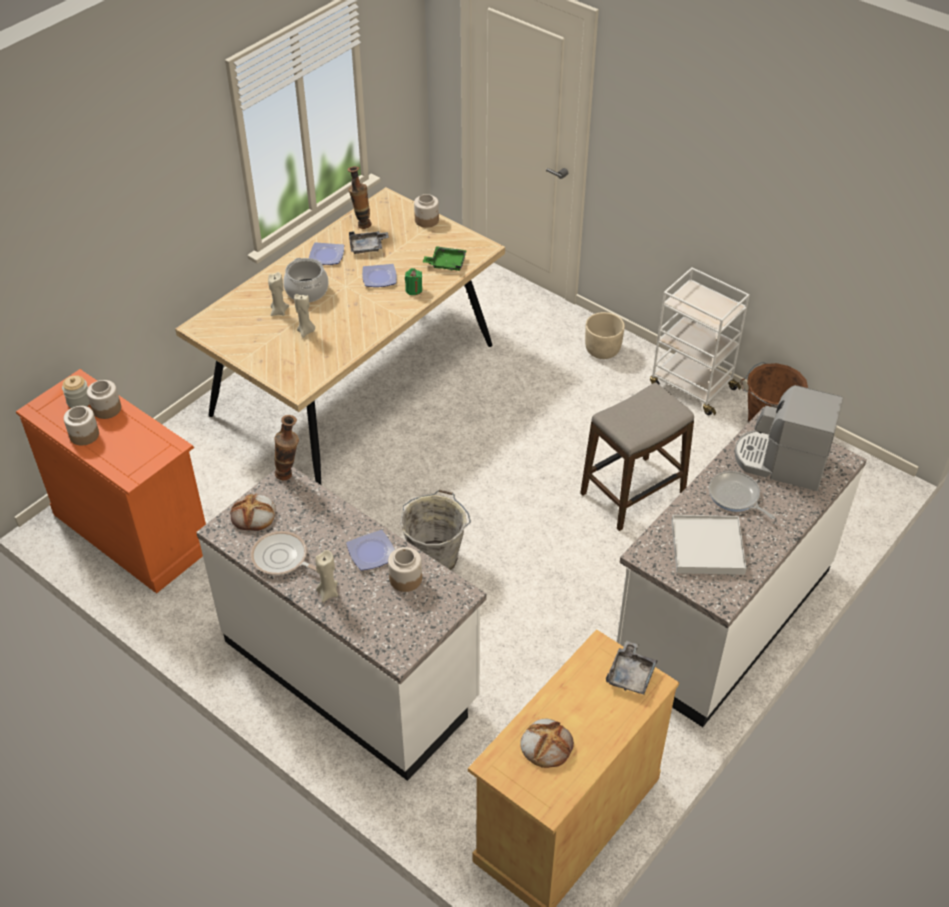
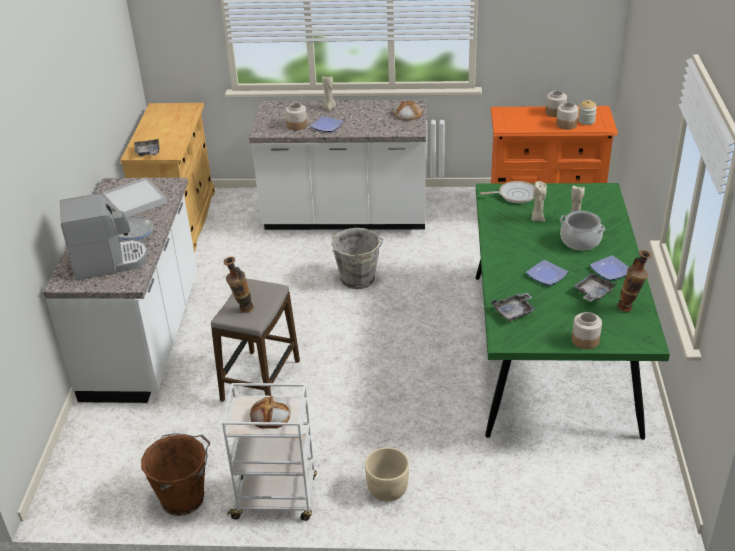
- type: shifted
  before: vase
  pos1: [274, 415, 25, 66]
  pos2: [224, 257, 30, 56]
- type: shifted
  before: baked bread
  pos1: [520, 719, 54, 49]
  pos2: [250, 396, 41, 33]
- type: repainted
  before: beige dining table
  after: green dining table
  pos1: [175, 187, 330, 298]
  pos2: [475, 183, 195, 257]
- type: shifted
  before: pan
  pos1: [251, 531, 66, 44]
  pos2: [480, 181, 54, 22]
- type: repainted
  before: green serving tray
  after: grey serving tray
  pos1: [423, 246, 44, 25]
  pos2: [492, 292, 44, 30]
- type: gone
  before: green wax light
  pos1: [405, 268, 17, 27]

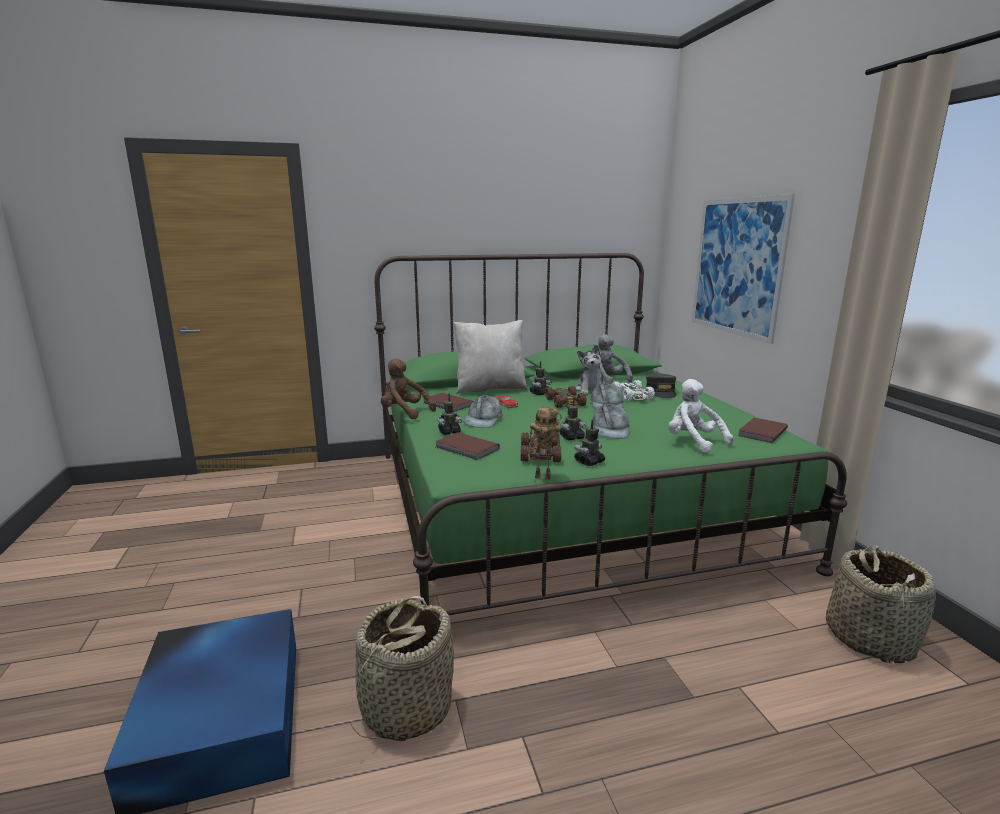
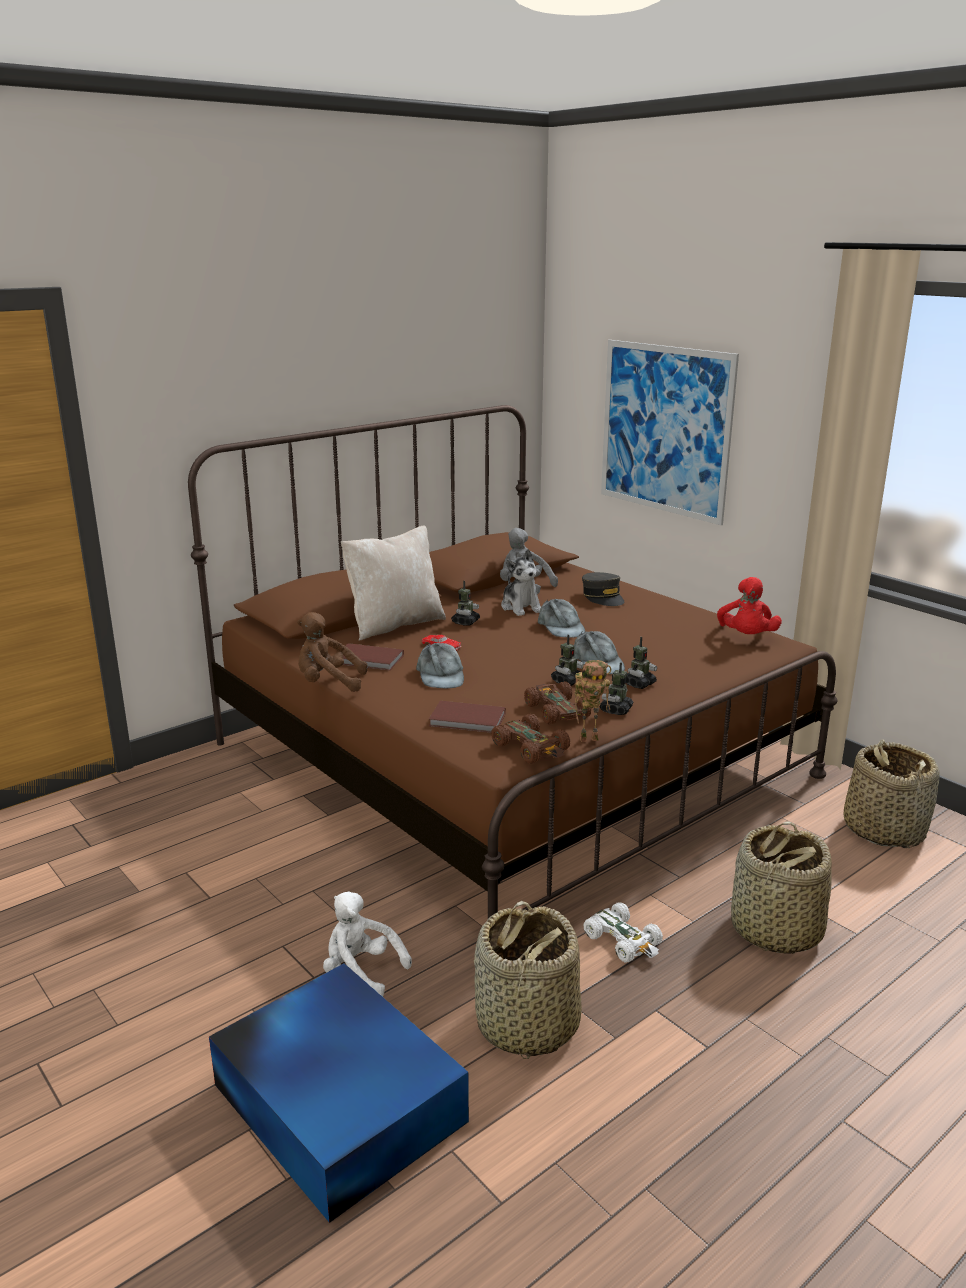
- type: repainted
  before: green bed
  after: brown-coloured bed
  pos1: [374, 253, 473, 362]
  pos2: [188, 405, 649, 514]
- type: shifted
  before: white soft toy
  pos1: [668, 379, 65, 74]
  pos2: [323, 891, 89, 106]
- type: shifted
  before: brown-coloured miniature car
  pos1: [545, 386, 42, 22]
  pos2: [491, 714, 79, 50]
- type: shifted
  before: white miniature car
  pos1: [612, 380, 43, 21]
  pos2: [583, 902, 80, 60]
- type: shifted
  before: robot figure
  pos1: [438, 393, 24, 42]
  pos2: [626, 637, 31, 52]
- type: swapped
  before: brown-coloured volume
  after: red-coloured soft toy
  pos1: [738, 418, 50, 25]
  pos2: [717, 577, 65, 57]
- type: new
  after: household basket
  pos2: [731, 821, 101, 133]

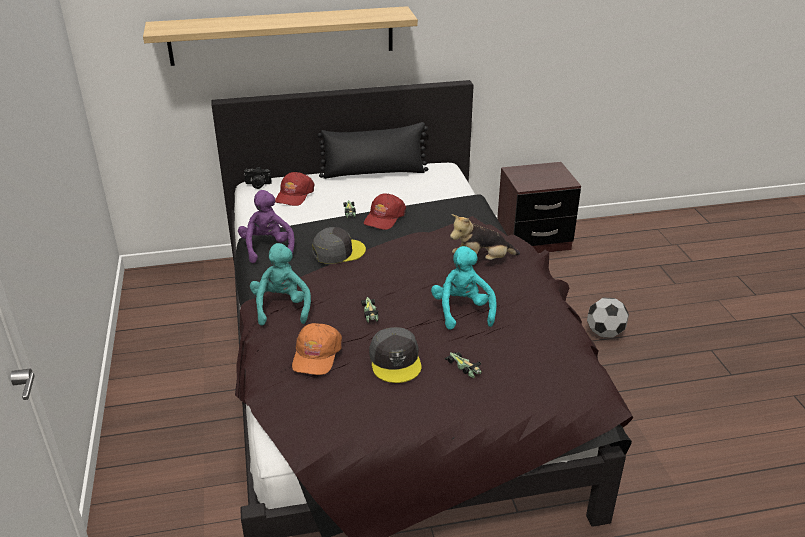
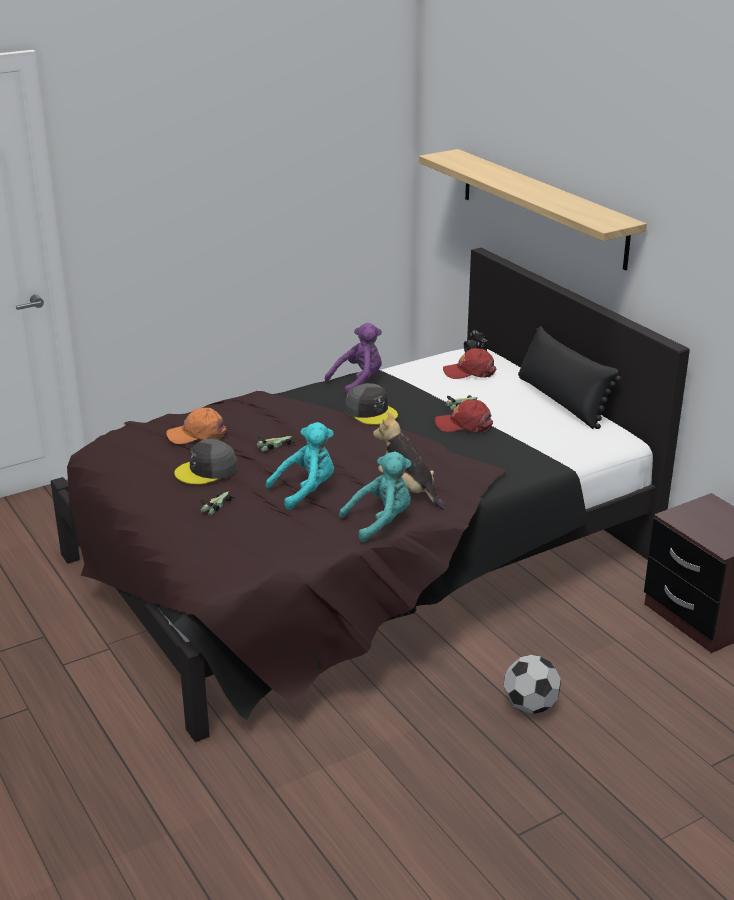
- type: shifted
  before: turquoise-coloured soft toy
  pos1: [250, 243, 61, 82]
  pos2: [339, 452, 73, 90]

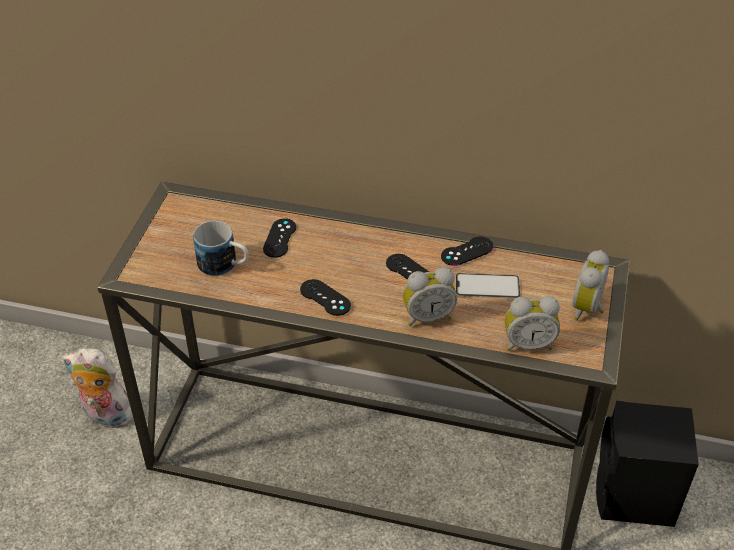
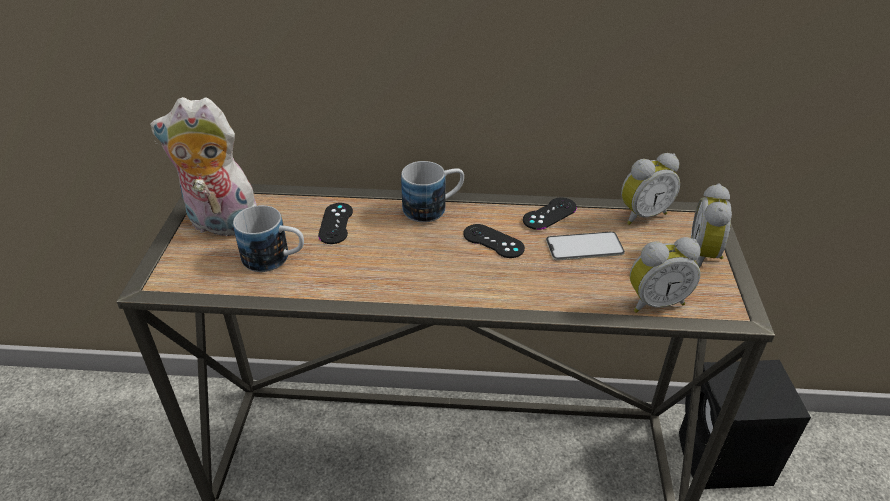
- type: shifted
  before: soft toy
  pos1: [62, 348, 71, 80]
  pos2: [150, 97, 107, 139]
- type: new
  after: coffee mug
  pos2: [401, 161, 63, 62]
- type: shifted
  before: alarm clock
  pos1: [403, 267, 54, 59]
  pos2: [621, 153, 59, 72]
- type: gone
  before: black gamepad
  pos1: [300, 279, 51, 37]

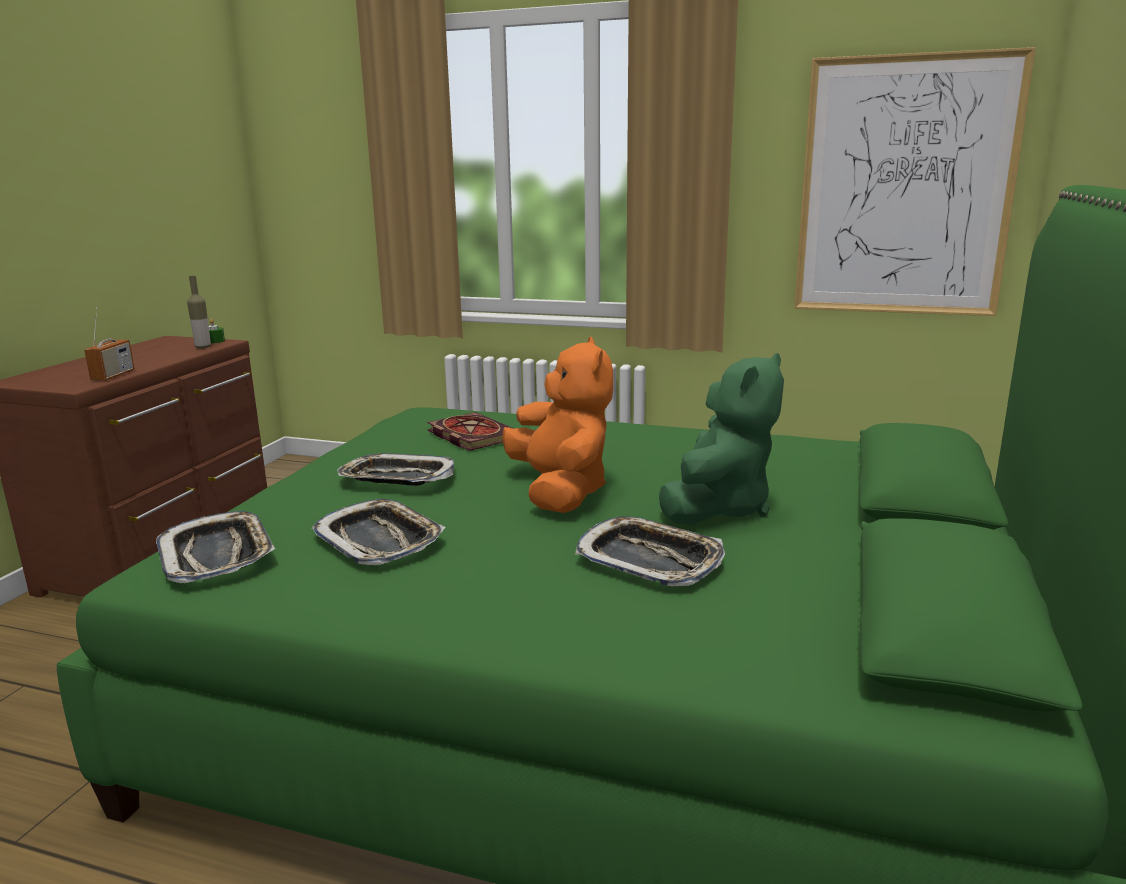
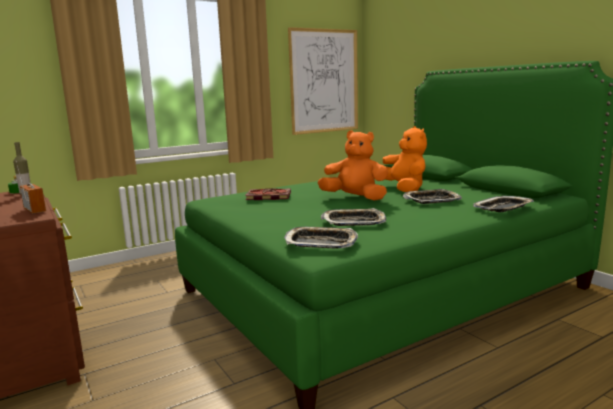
- type: repainted
  before: green soft toy
  after: orange-coloured soft toy
  pos1: [659, 353, 125, 172]
  pos2: [383, 126, 44, 66]
- type: shifted
  before: serving tray
  pos1: [337, 453, 117, 33]
  pos2: [473, 196, 61, 16]

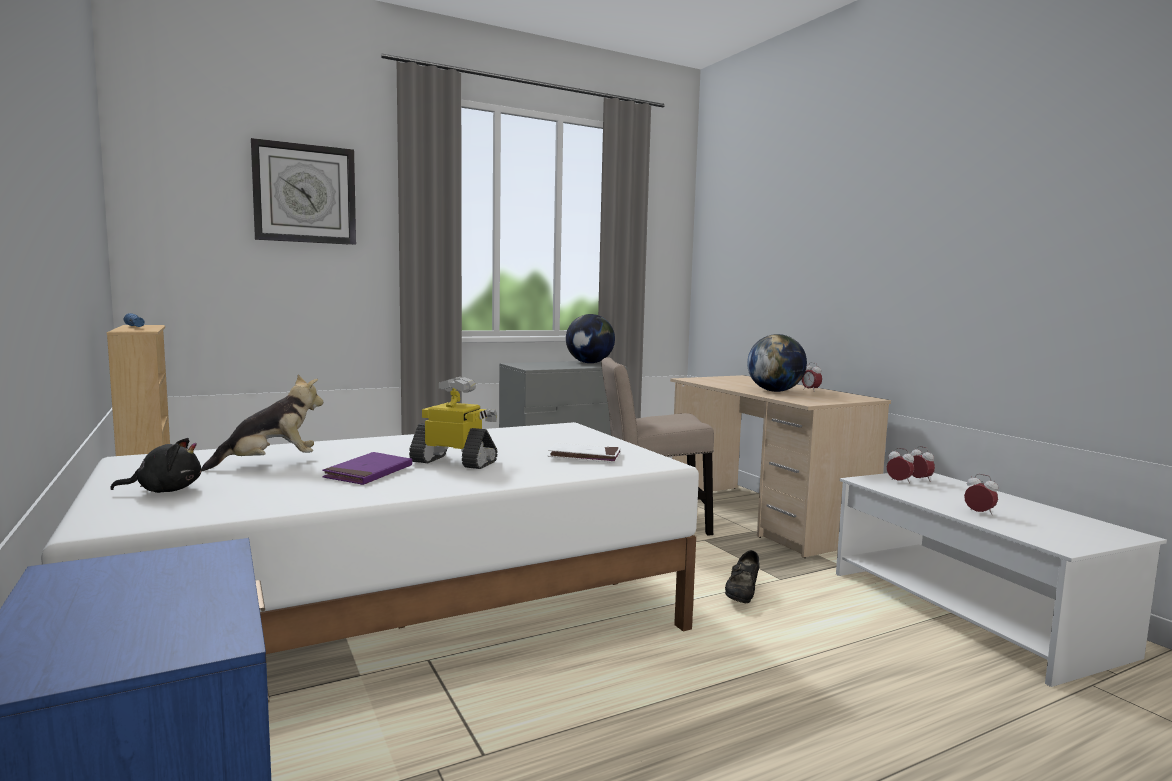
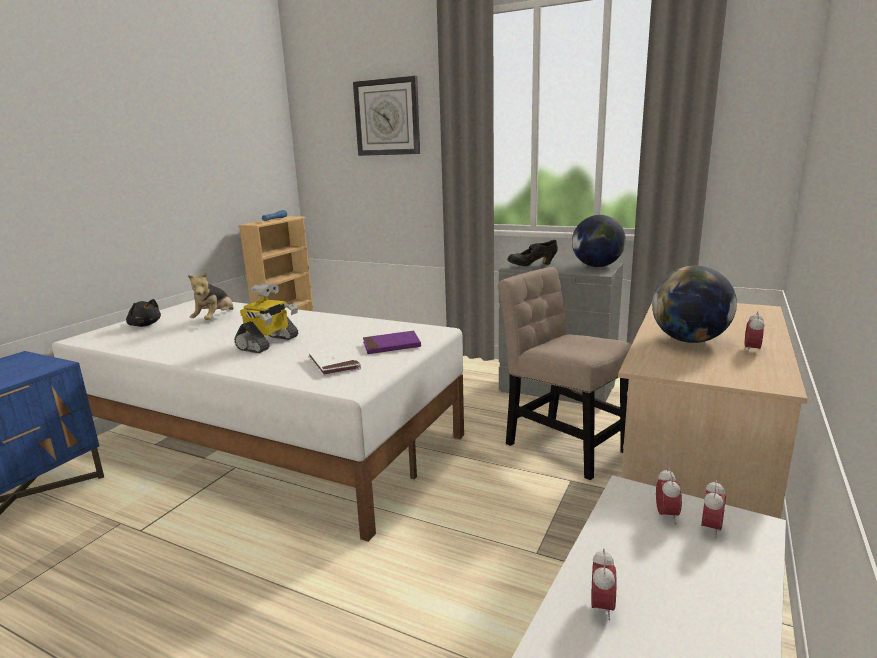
- type: rotated
  before: soft toy
  pos1: [201, 375, 122, 96]
  pos2: [188, 272, 46, 48]
  turn: 75
- type: rotated
  before: robot figure
  pos1: [409, 377, 88, 92]
  pos2: [234, 283, 64, 70]
  turn: 45
- type: shifted
  before: purple volume
  pos1: [322, 452, 90, 33]
  pos2: [363, 331, 58, 23]
- type: shifted
  before: black low shoe
  pos1: [725, 550, 34, 53]
  pos2: [507, 240, 51, 26]

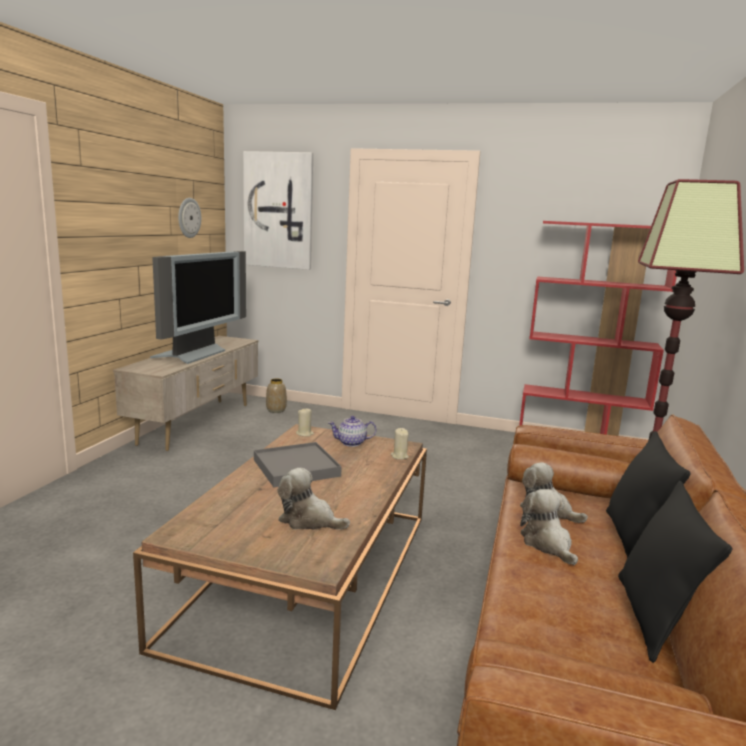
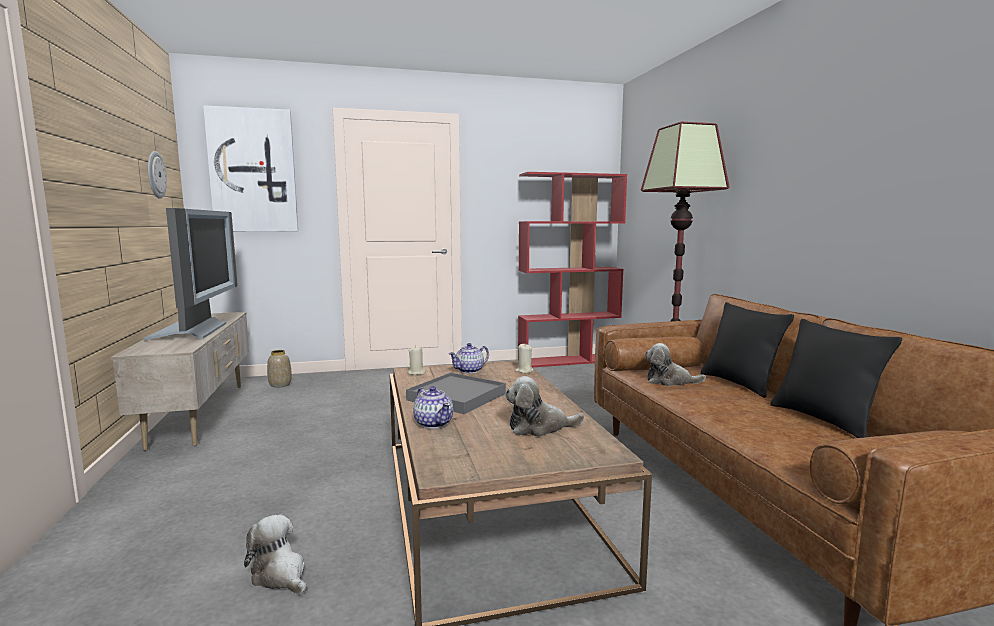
- type: shifted
  before: soft toy
  pos1: [520, 489, 58, 76]
  pos2: [244, 514, 63, 80]
- type: new
  after: pot for tea
  pos2: [413, 386, 40, 43]

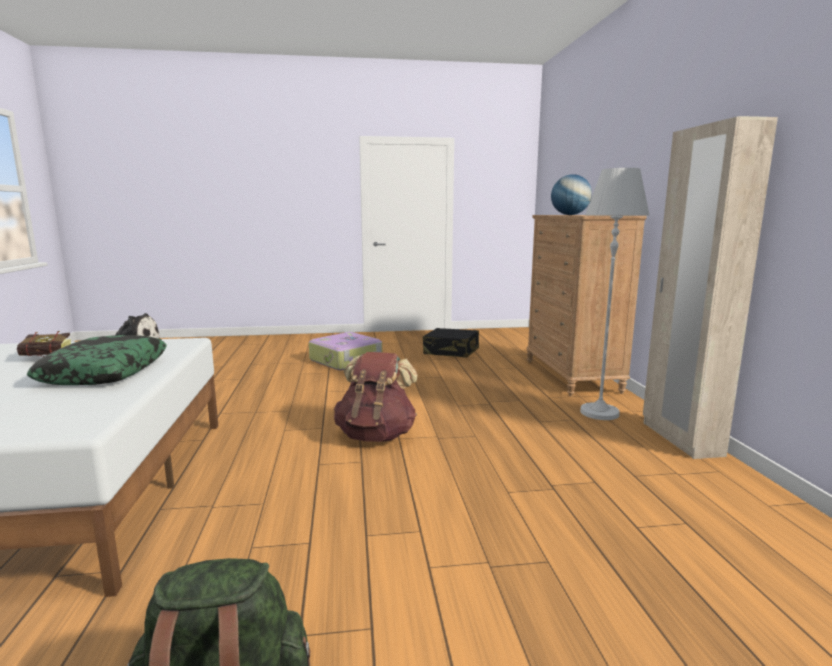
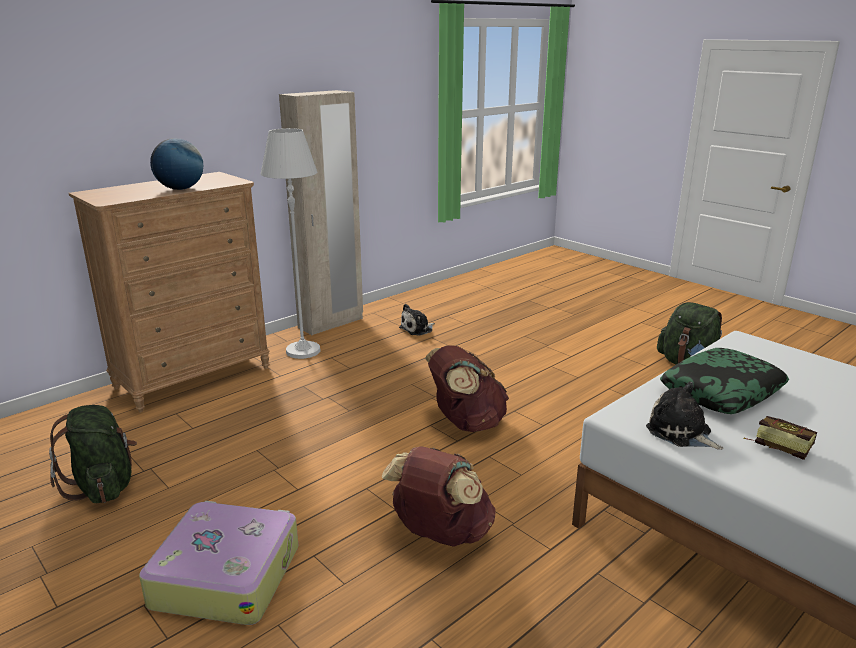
- type: swapped
  before: black travel case
  after: green rucksack
  pos1: [423, 328, 56, 30]
  pos2: [49, 405, 88, 98]
- type: new
  after: brown-coloured rucksack
  pos2: [382, 446, 114, 101]
- type: new
  after: soft toy
  pos2: [399, 304, 36, 32]

